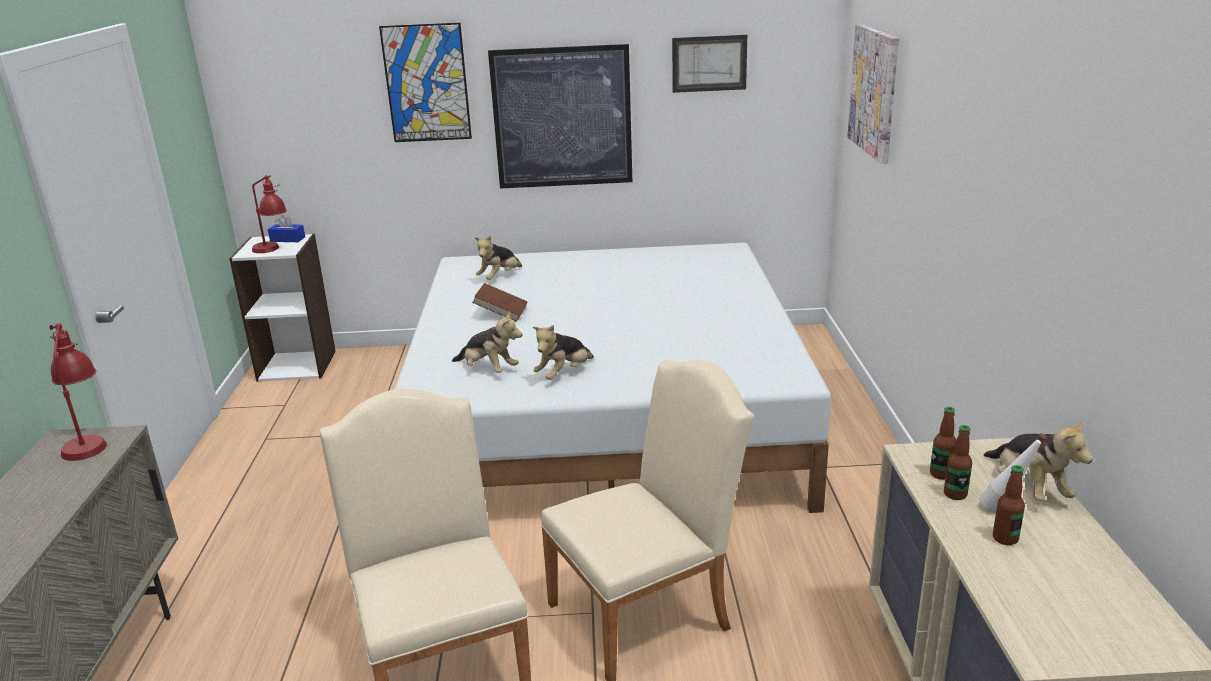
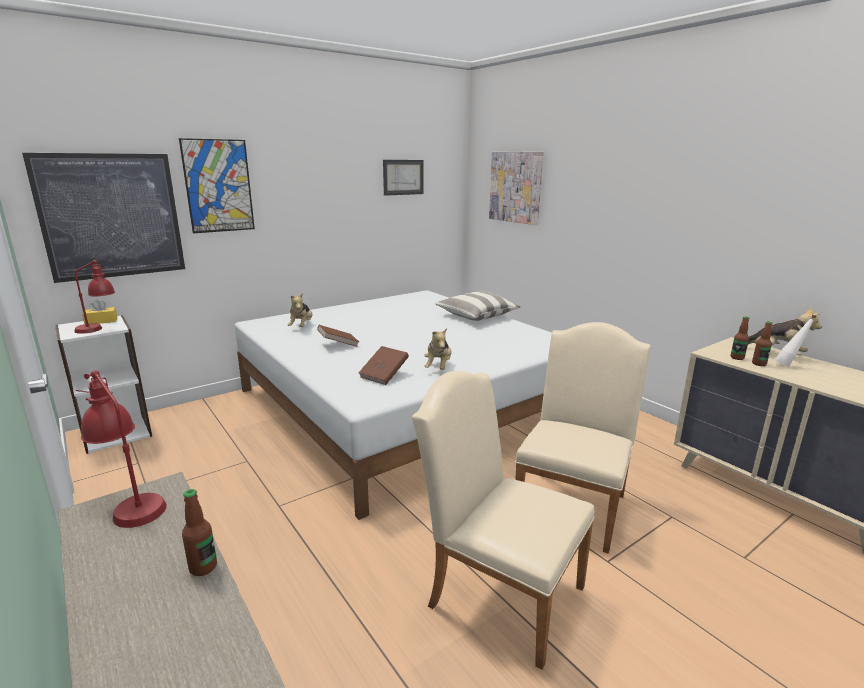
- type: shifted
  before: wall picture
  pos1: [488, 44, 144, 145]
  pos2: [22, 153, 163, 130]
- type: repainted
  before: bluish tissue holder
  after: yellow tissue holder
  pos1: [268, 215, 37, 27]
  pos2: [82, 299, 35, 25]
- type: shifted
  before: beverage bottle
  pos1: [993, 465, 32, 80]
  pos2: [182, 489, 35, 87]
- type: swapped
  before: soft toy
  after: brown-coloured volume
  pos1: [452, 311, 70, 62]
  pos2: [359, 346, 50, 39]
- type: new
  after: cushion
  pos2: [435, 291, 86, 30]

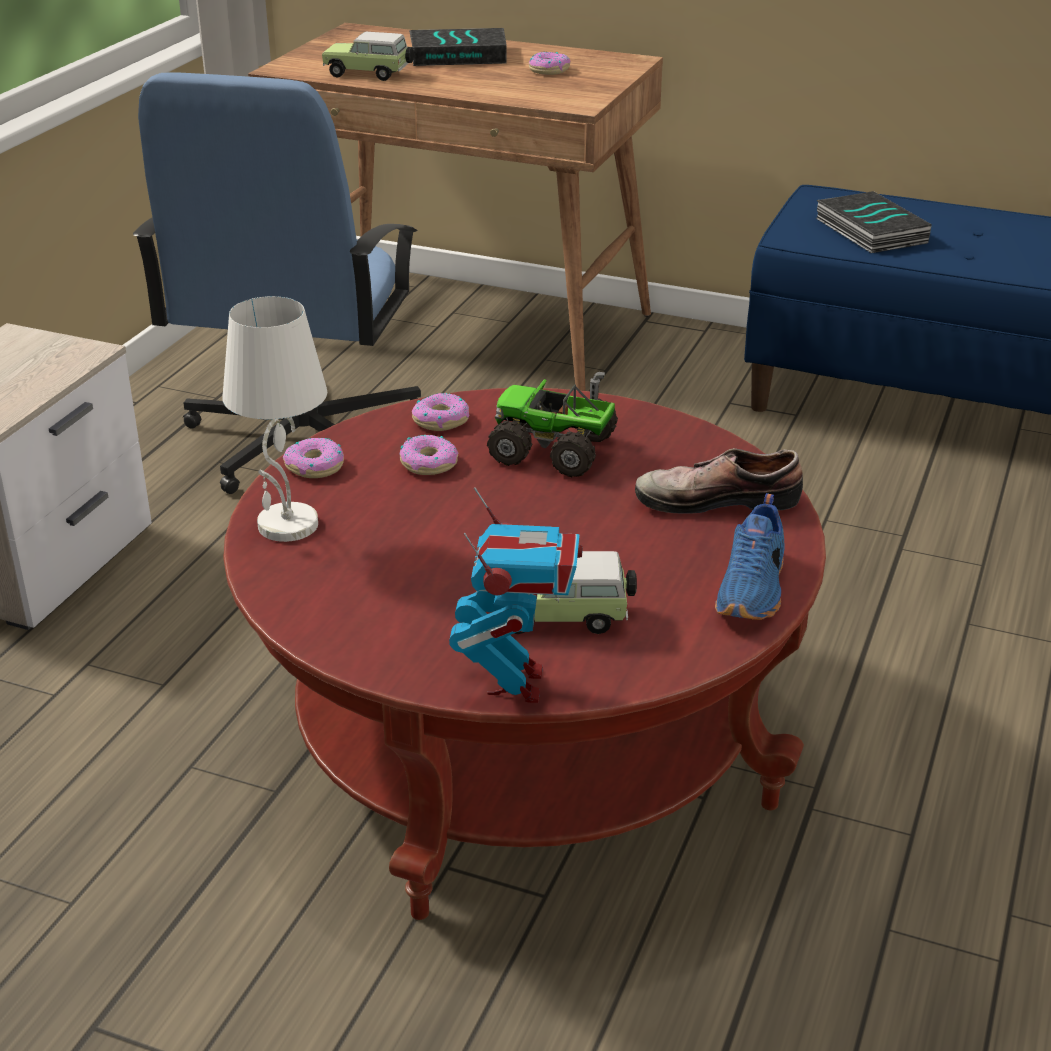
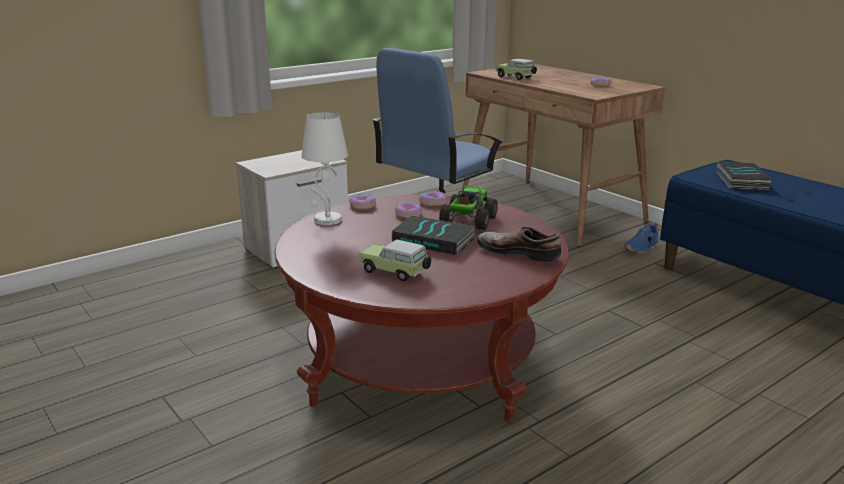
- type: shifted
  before: volume
  pos1: [409, 28, 98, 38]
  pos2: [392, 216, 84, 40]
- type: rotated
  before: toy lorry
  pos1: [487, 372, 131, 105]
  pos2: [439, 186, 59, 44]
  turn: 60
- type: shifted
  before: bluish low shoe
  pos1: [715, 493, 70, 127]
  pos2: [624, 223, 35, 31]
- type: gone
  before: robot figure
  pos1: [449, 487, 134, 216]

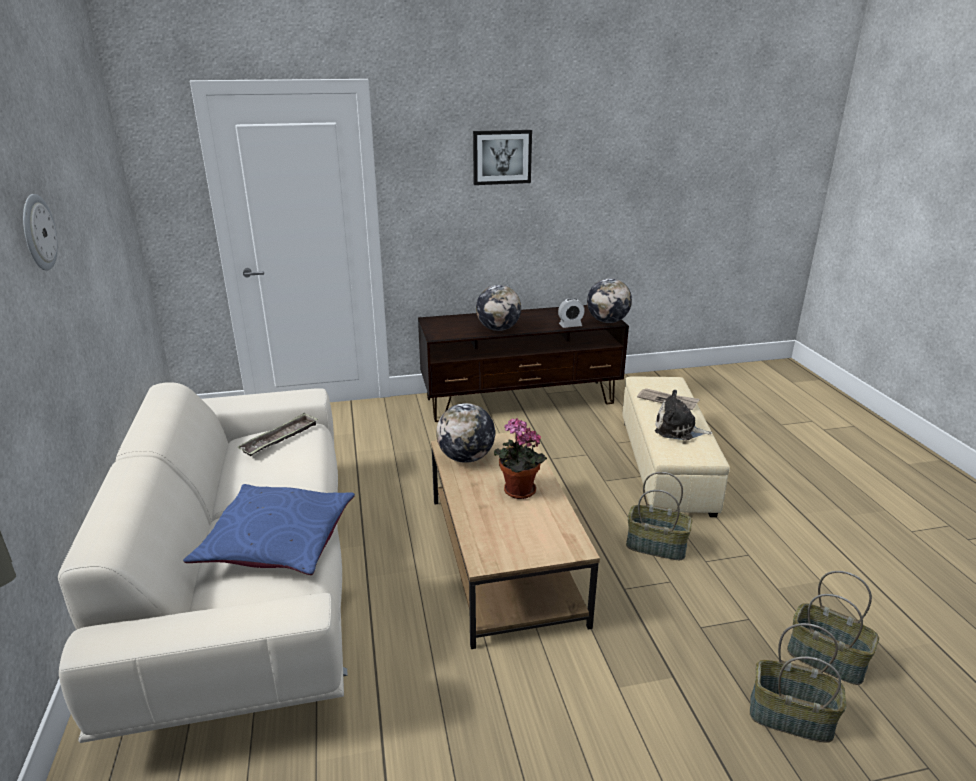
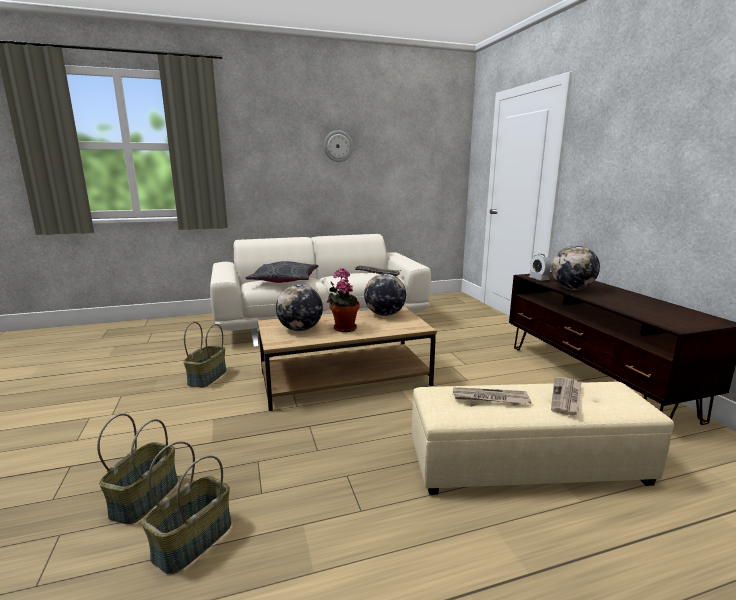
- type: shifted
  before: household basket
  pos1: [626, 472, 66, 88]
  pos2: [183, 322, 43, 66]
- type: repainted
  before: bluish cushion
  after: grey cushion
  pos1: [183, 484, 172, 91]
  pos2: [246, 261, 72, 22]
- type: shifted
  before: desk globe
  pos1: [587, 278, 45, 45]
  pos2: [276, 284, 47, 47]
- type: swapped
  before: soft toy
  after: newspaper
  pos1: [655, 390, 57, 50]
  pos2: [453, 387, 78, 17]
- type: shifted
  before: alarm clock
  pos1: [558, 298, 27, 30]
  pos2: [529, 254, 22, 27]
- type: gone
  before: wall picture
  pos1: [473, 130, 59, 55]

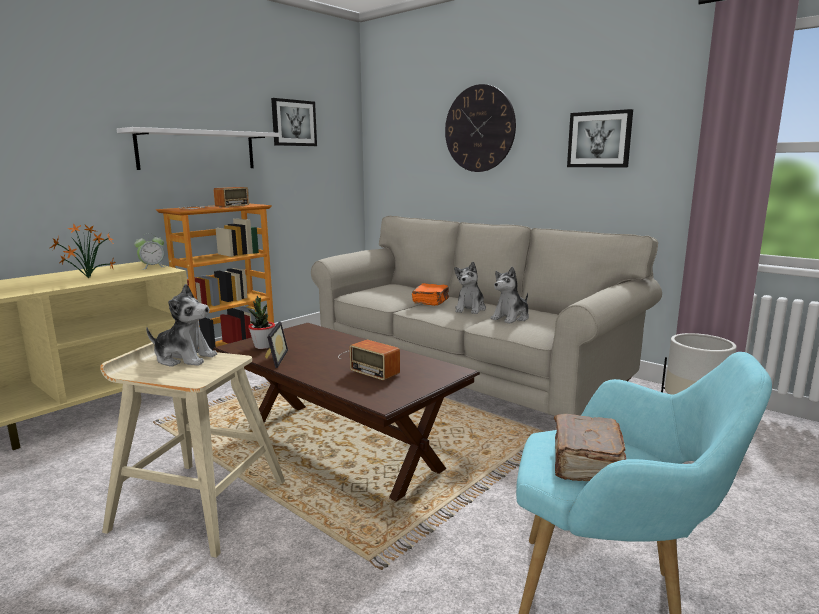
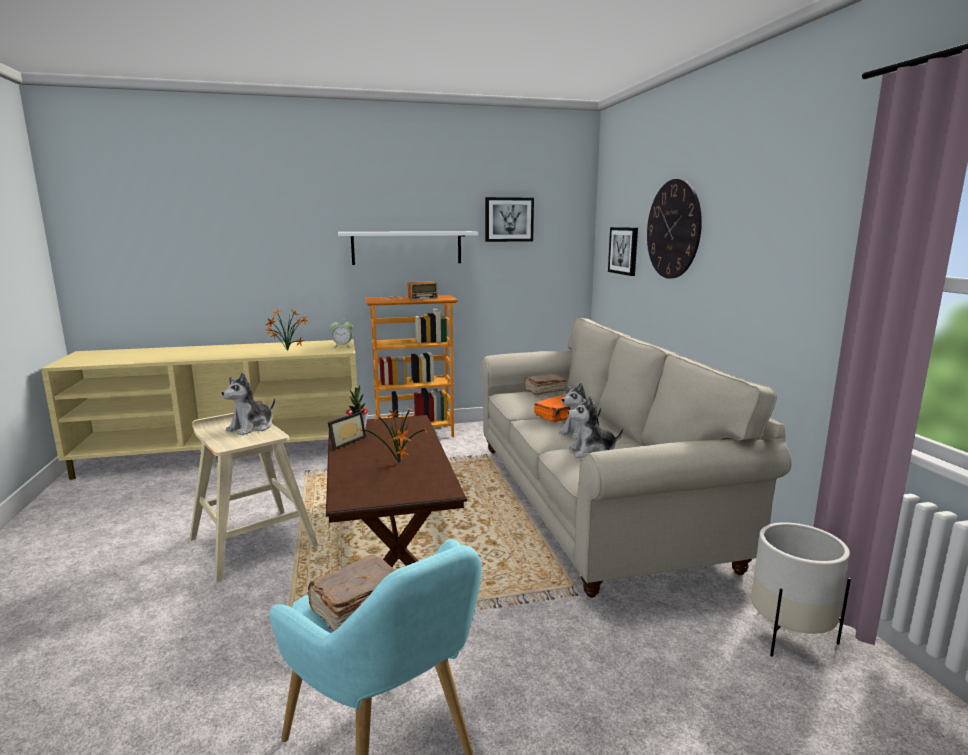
- type: rotated
  before: soft toy
  pos1: [146, 284, 71, 83]
  pos2: [222, 372, 53, 64]
  turn: 75
- type: swapped
  before: radio set
  after: potted plant
  pos1: [338, 340, 62, 40]
  pos2: [359, 406, 69, 57]
- type: new
  after: brown-coloured volume
  pos2: [524, 373, 43, 22]
- type: shifted
  before: wall picture
  pos1: [567, 109, 66, 58]
  pos2: [608, 227, 30, 49]

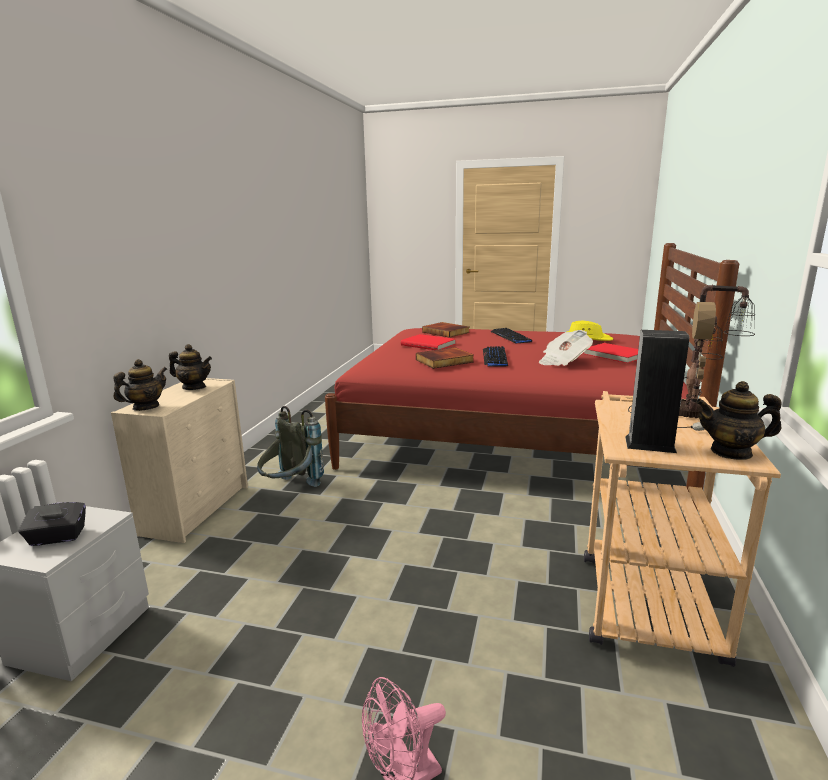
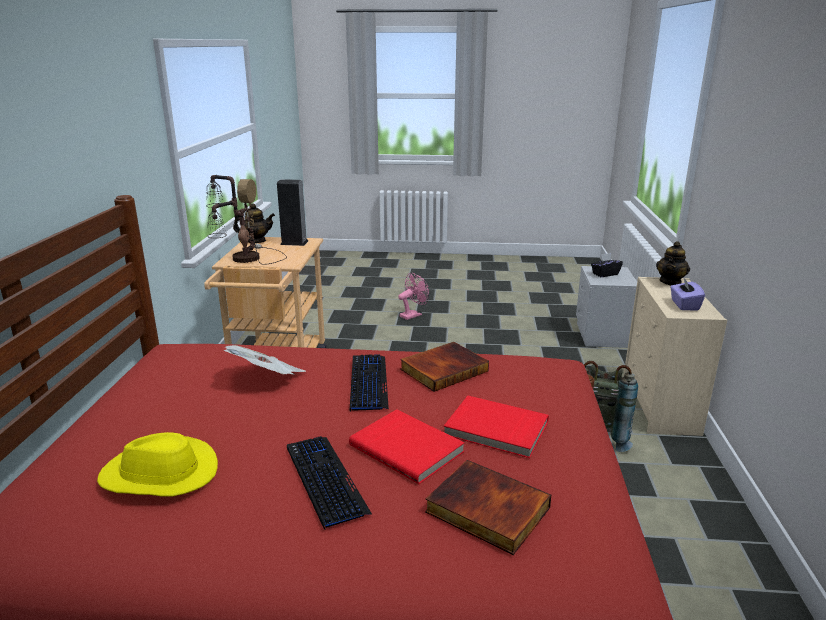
- type: shifted
  before: red-coloured volume
  pos1: [584, 343, 54, 20]
  pos2: [349, 409, 115, 75]
- type: swapped
  before: pot for tea
  after: purple tissue holder
  pos1: [169, 344, 43, 46]
  pos2: [670, 277, 35, 34]

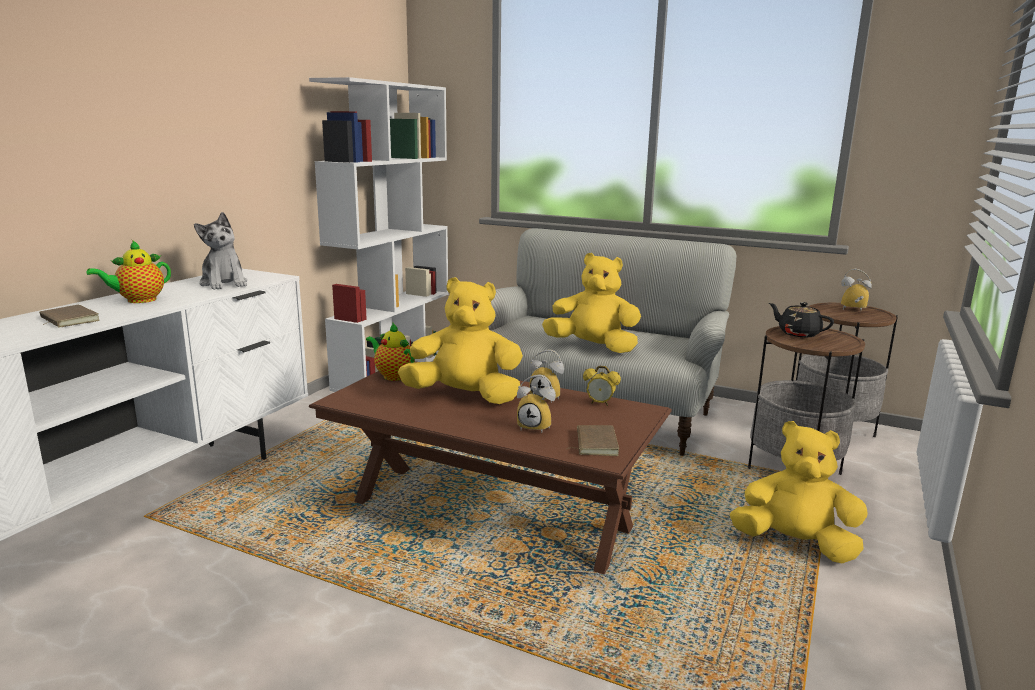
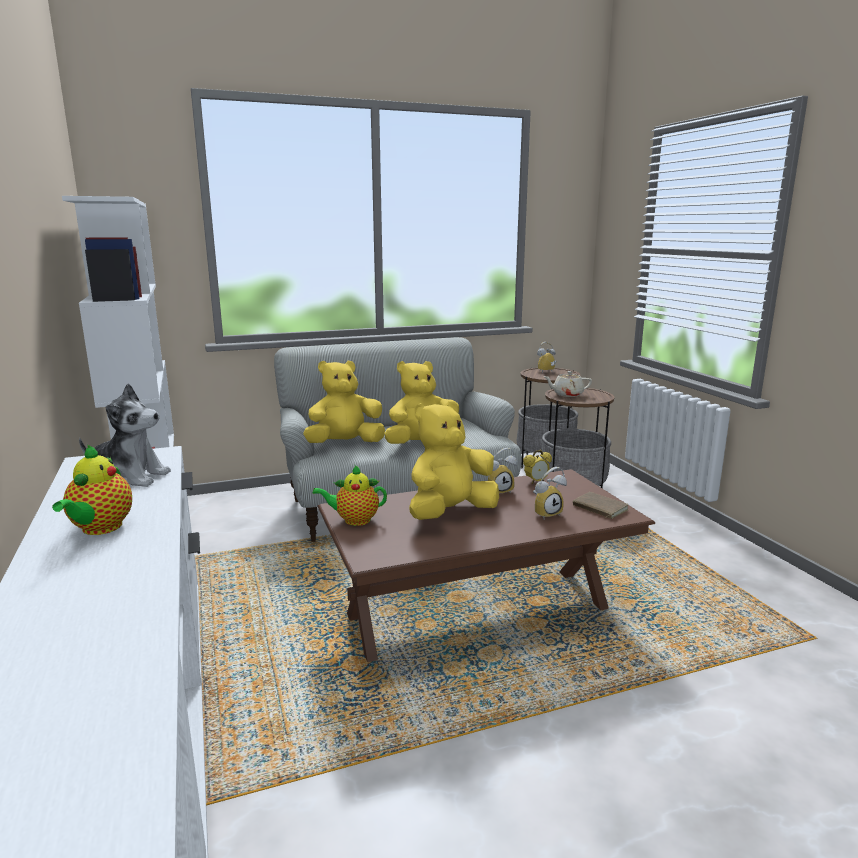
- type: shifted
  before: yellow soft toy
  pos1: [730, 421, 138, 142]
  pos2: [303, 361, 82, 82]
- type: repainted
  before: black pot for tea
  after: beige pot for tea
  pos1: [769, 302, 65, 35]
  pos2: [543, 371, 49, 26]
- type: gone
  before: brown-coloured volume
  pos1: [39, 305, 61, 23]

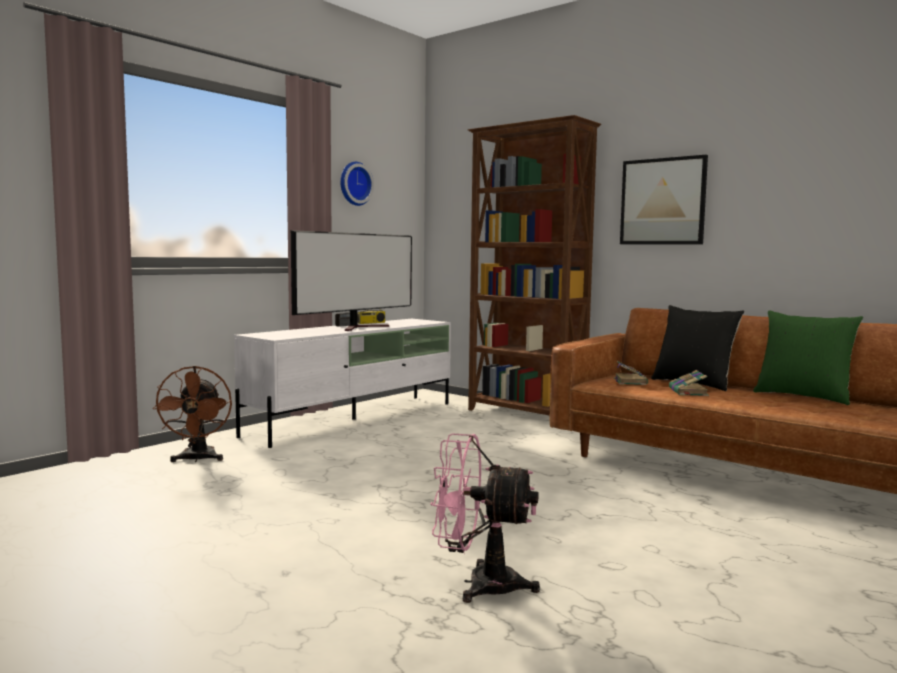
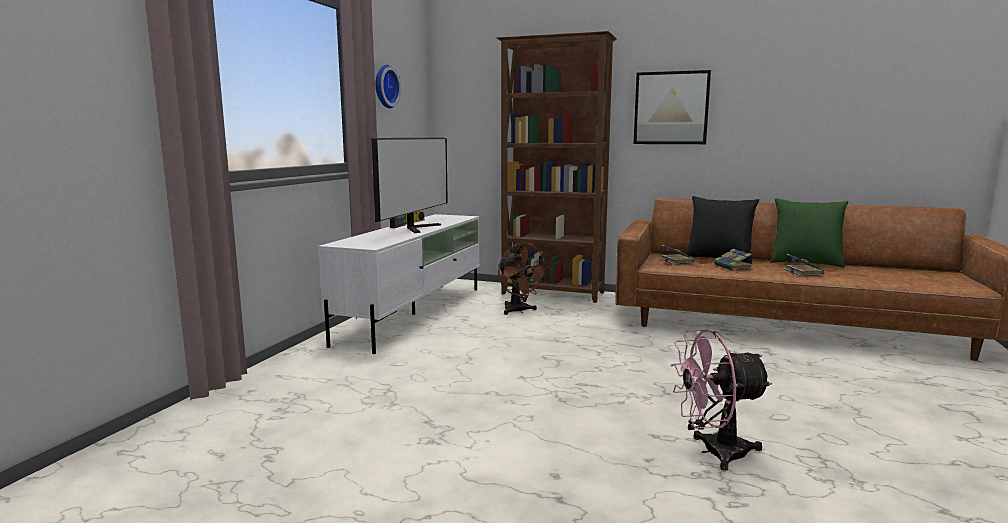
- type: shifted
  before: brown-coloured fan
  pos1: [152, 366, 80, 96]
  pos2: [498, 242, 52, 73]
- type: new
  after: volume
  pos2: [783, 254, 41, 22]

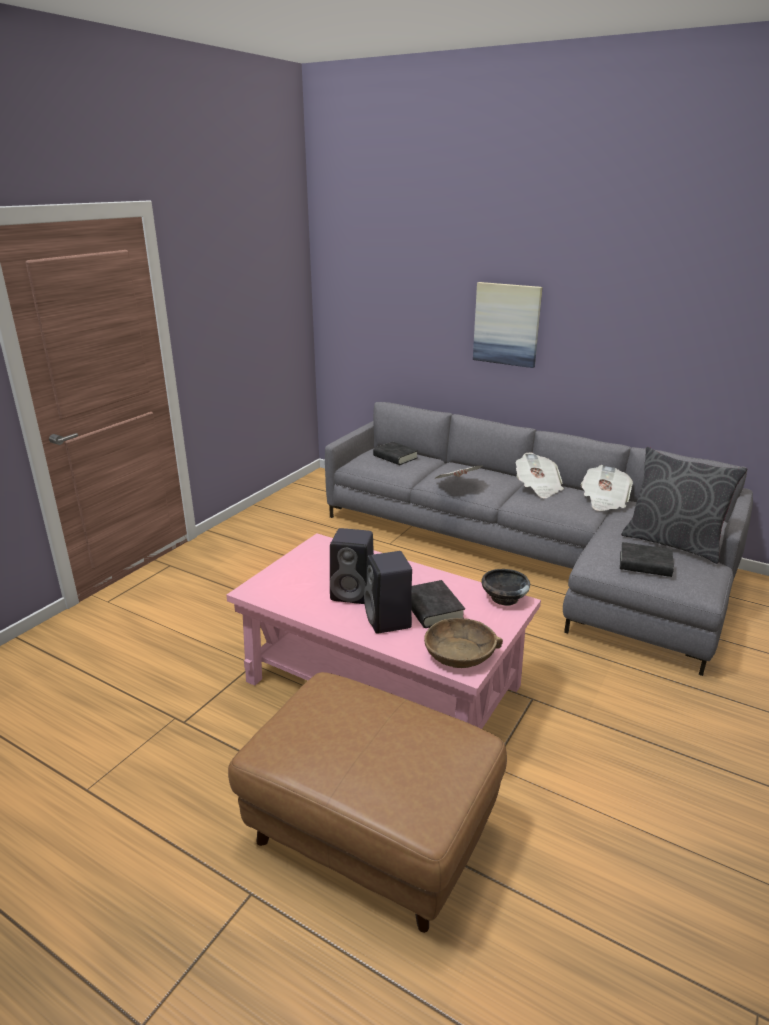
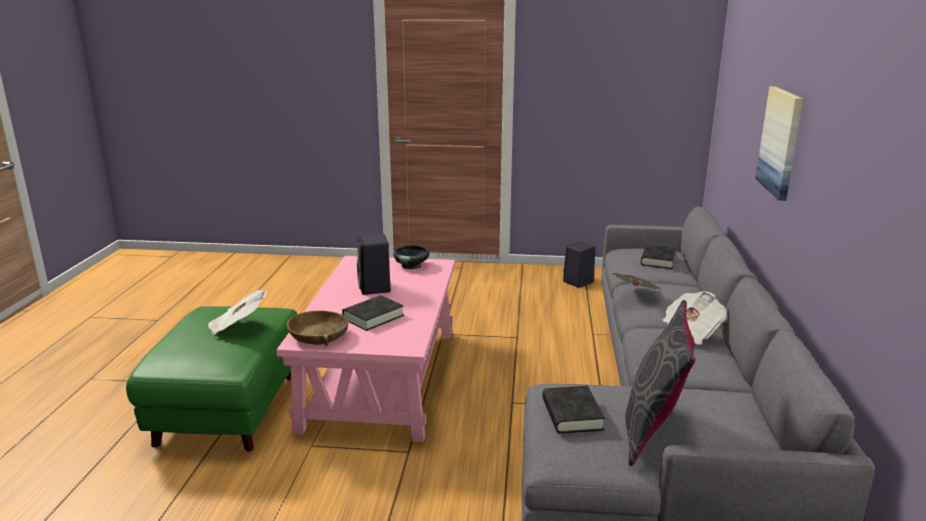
- type: repainted
  before: brown-coloured pouffe
  after: green pouffe
  pos1: [228, 672, 279, 261]
  pos2: [126, 306, 171, 145]
- type: shifted
  before: newspaper
  pos1: [581, 465, 52, 46]
  pos2: [208, 290, 59, 45]
- type: shifted
  before: black deep dish
  pos1: [481, 569, 49, 37]
  pos2: [393, 245, 36, 24]
- type: shifted
  before: black loudspeaker
  pos1: [364, 551, 48, 83]
  pos2: [563, 242, 33, 46]

